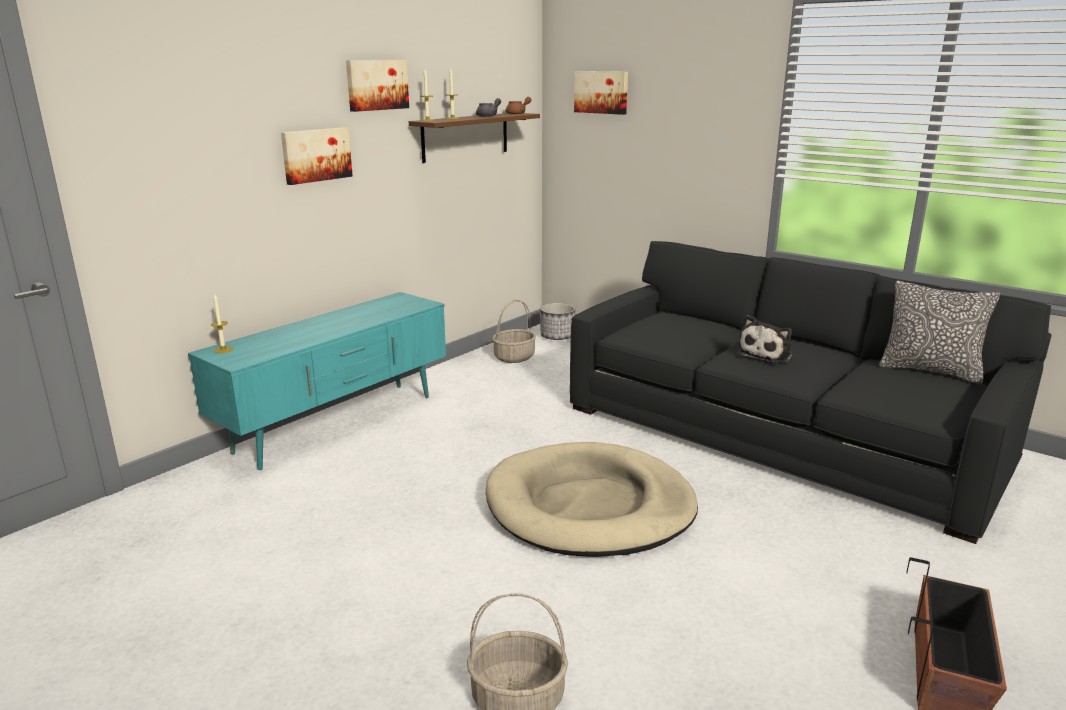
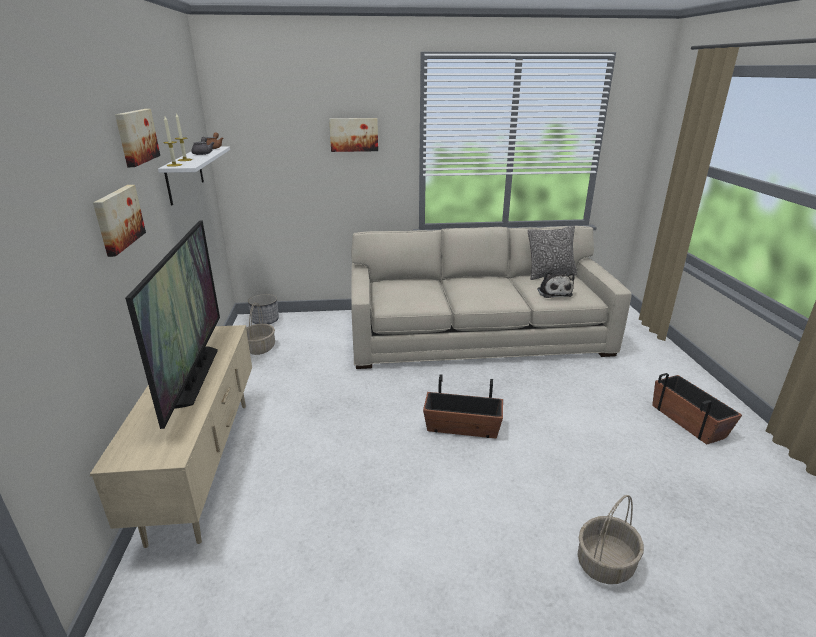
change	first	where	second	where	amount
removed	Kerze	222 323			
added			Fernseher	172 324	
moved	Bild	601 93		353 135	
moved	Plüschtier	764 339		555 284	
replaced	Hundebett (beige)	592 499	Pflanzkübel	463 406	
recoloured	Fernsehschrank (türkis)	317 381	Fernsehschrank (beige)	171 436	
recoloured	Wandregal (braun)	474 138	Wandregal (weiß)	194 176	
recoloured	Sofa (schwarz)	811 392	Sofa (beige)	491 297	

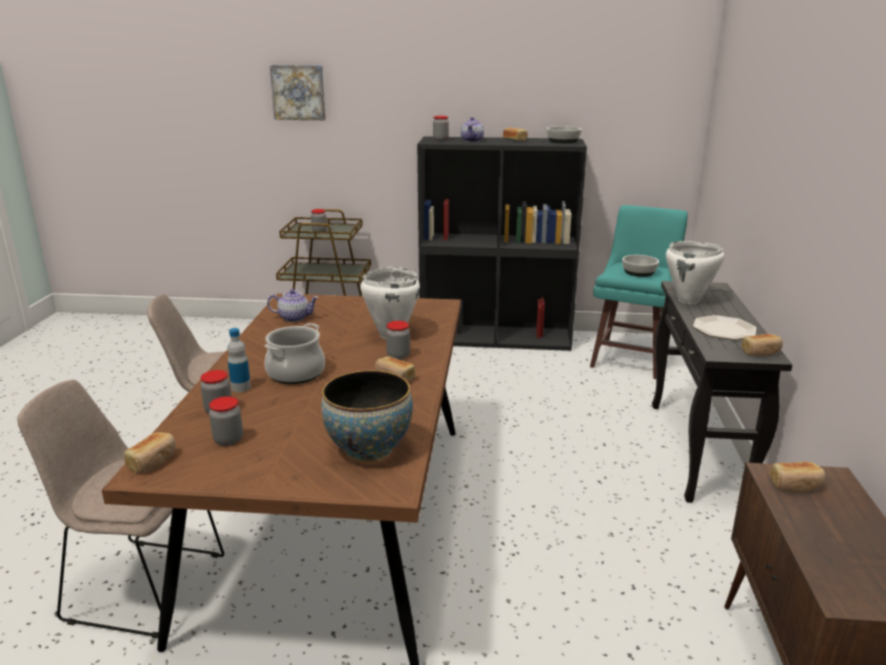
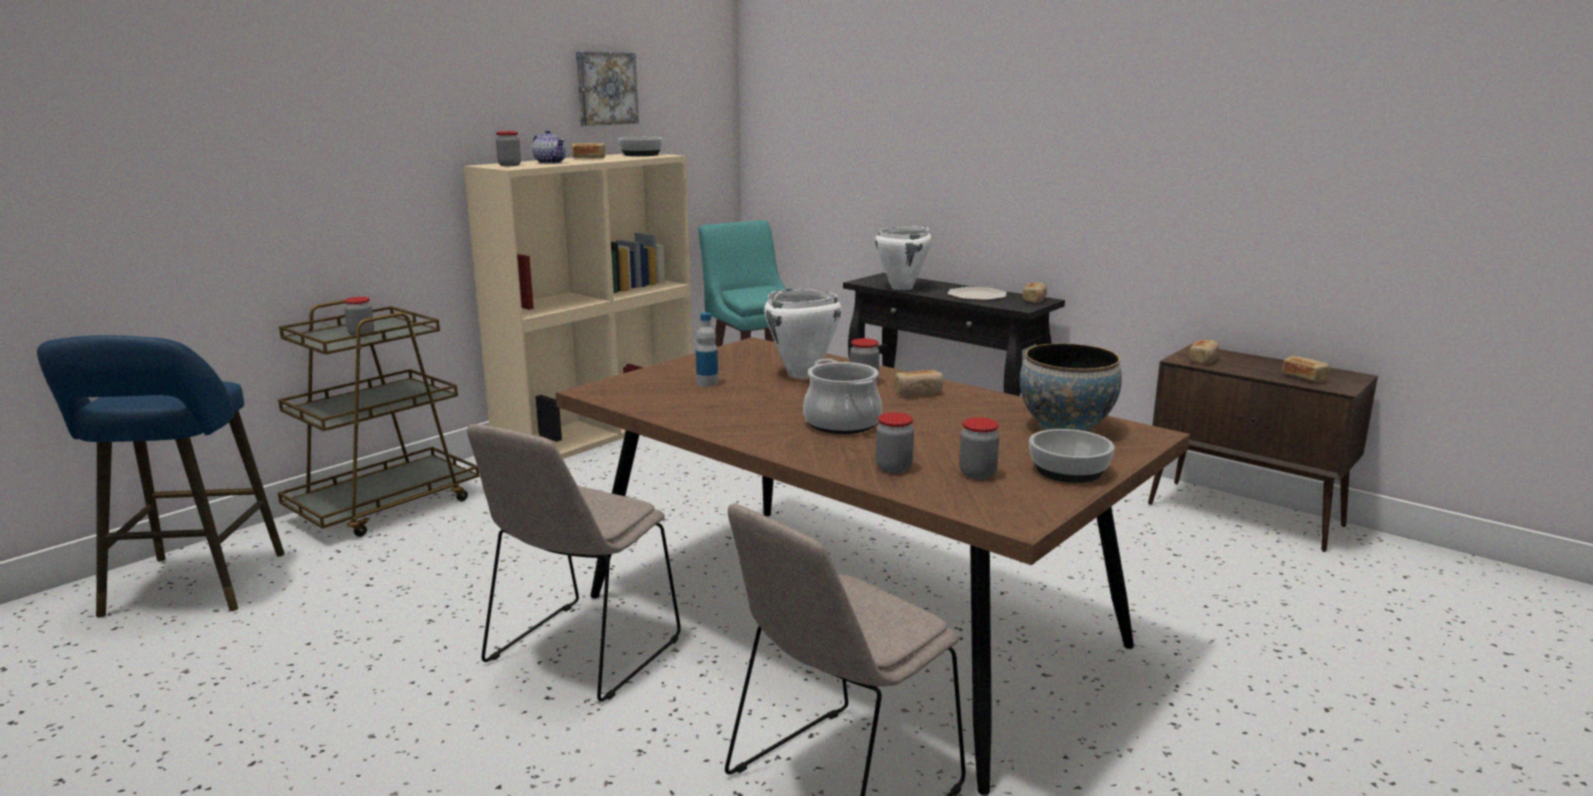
change	first	where	second	where	amount
removed	Teekanne	293 305			
added			Hocker (blau)	161 476	
moved	Brot	150 452		1306 369	
moved	Flasche	239 360		707 349	
moved	Bild	298 92		607 89	
moved	Schüssel	640 266		1072 456	
recoloured	Bücherregal (schwarz)	502 244	Bücherregal (beige)	578 306	

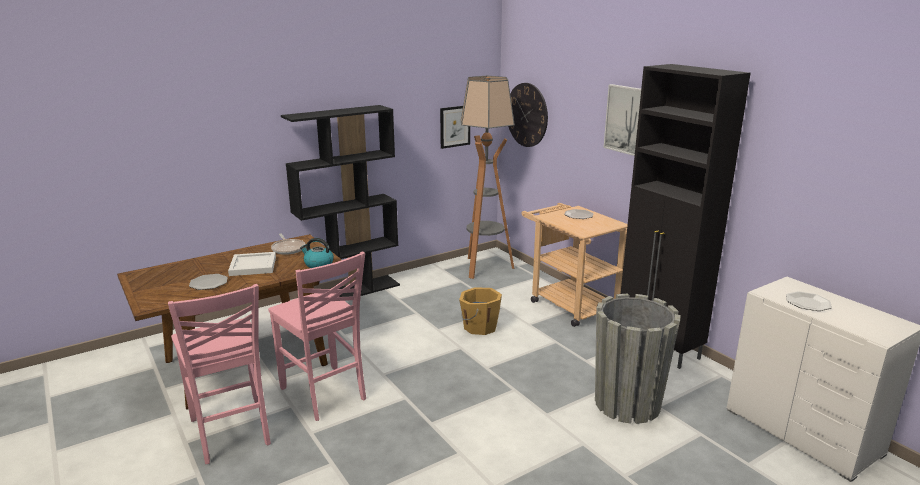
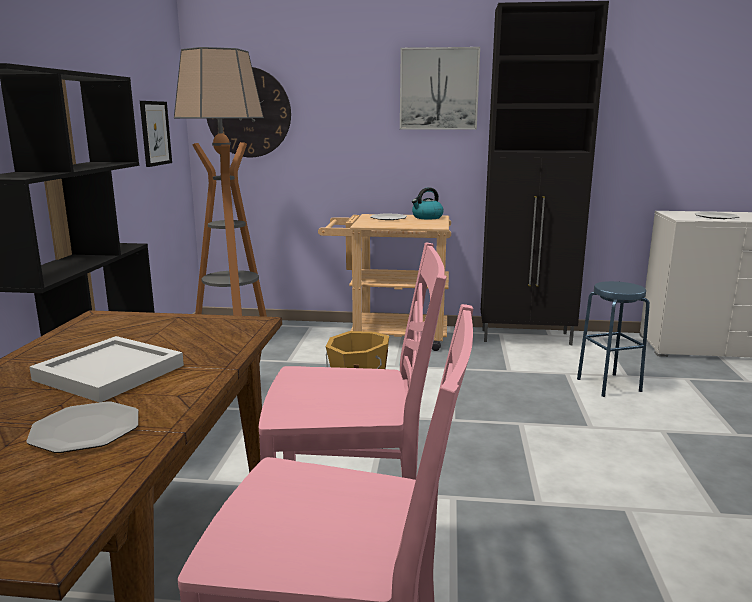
change	first	where	second	where	amount
removed	Pfanne	288 244			
moved	Wasserkessel	317 253		428 203	
replaced	Pflanzkübel (grau)	638 358	Hocker (blau)	613 339	

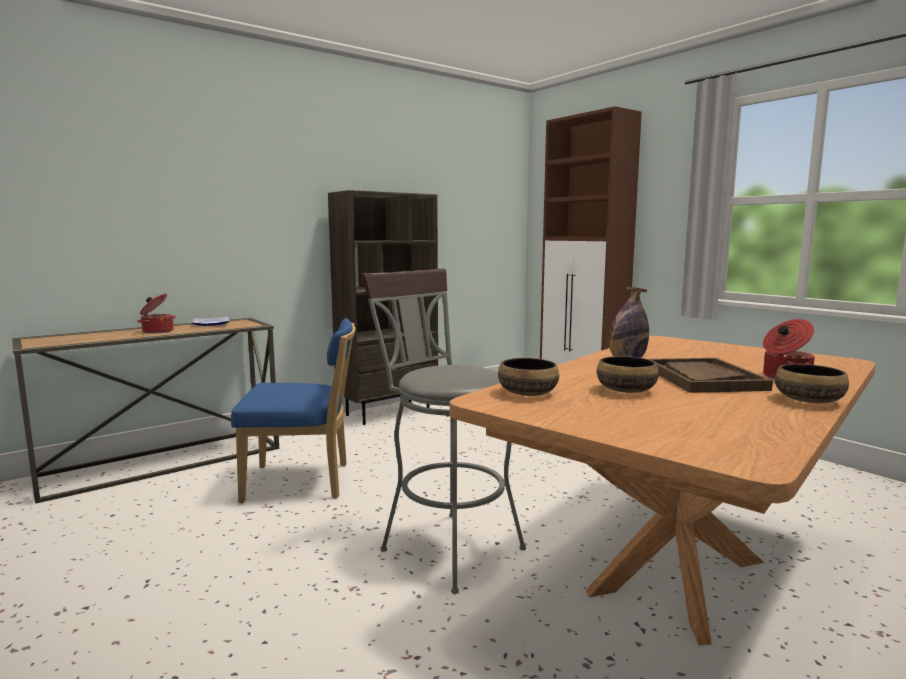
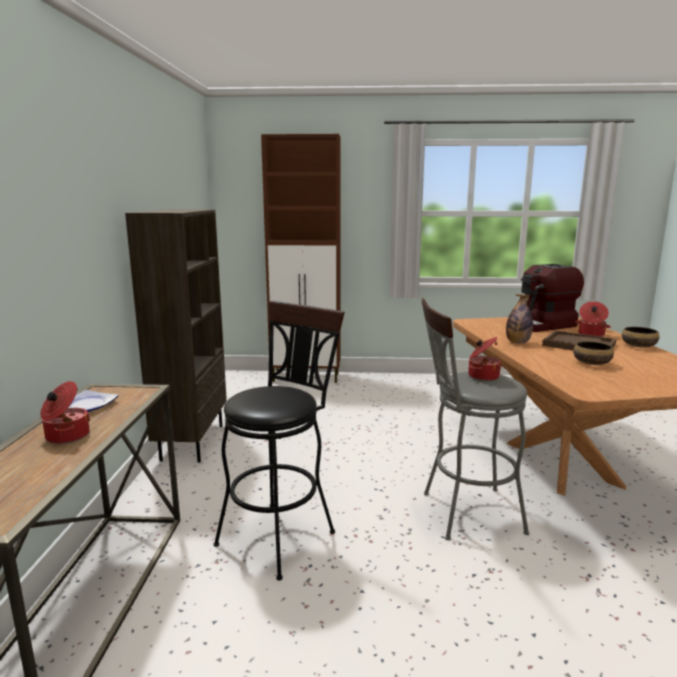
change	first	where	second	where	amount
removed	Schüssel	528 377			
added			Kochtopf	484 359	
added			Kaffeemaschine	552 298	
replaced	Stuhl (blau)	293 410	Hocker (schwarz)	279 440	

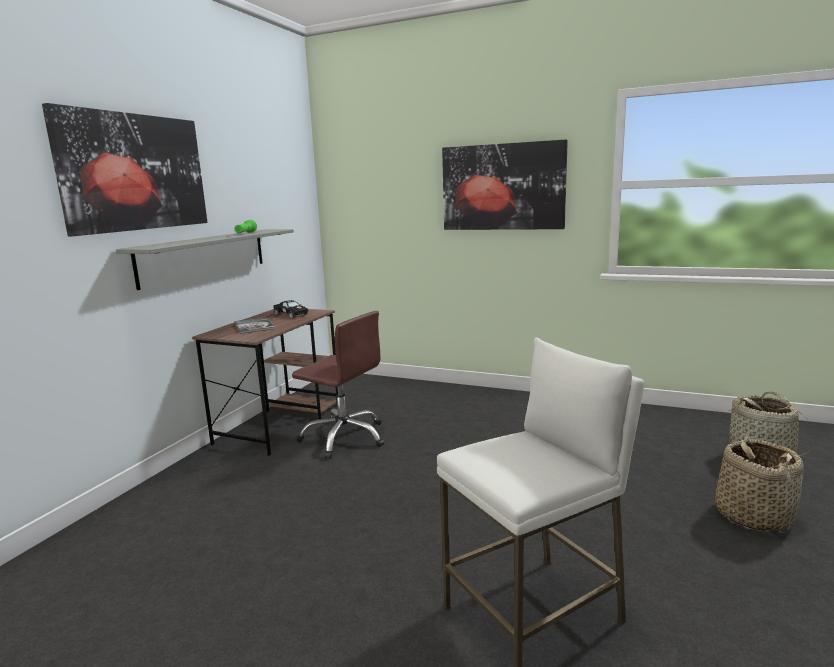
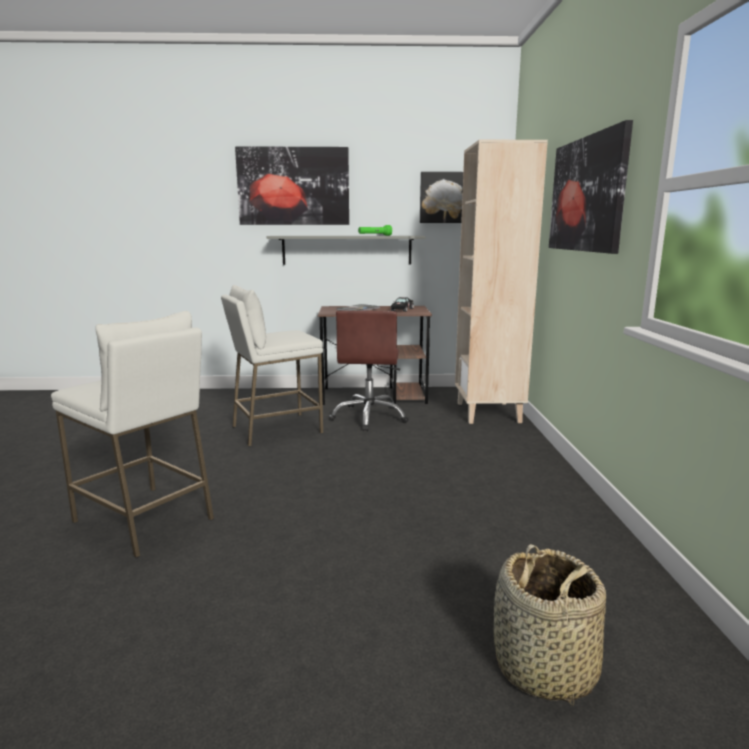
change	first	where	second	where	amount
removed	Korb	759 484			
added			Hocker (weiß)	272 365	
added			Bild	441 197	
added			Bücherregal (beige)	501 281	

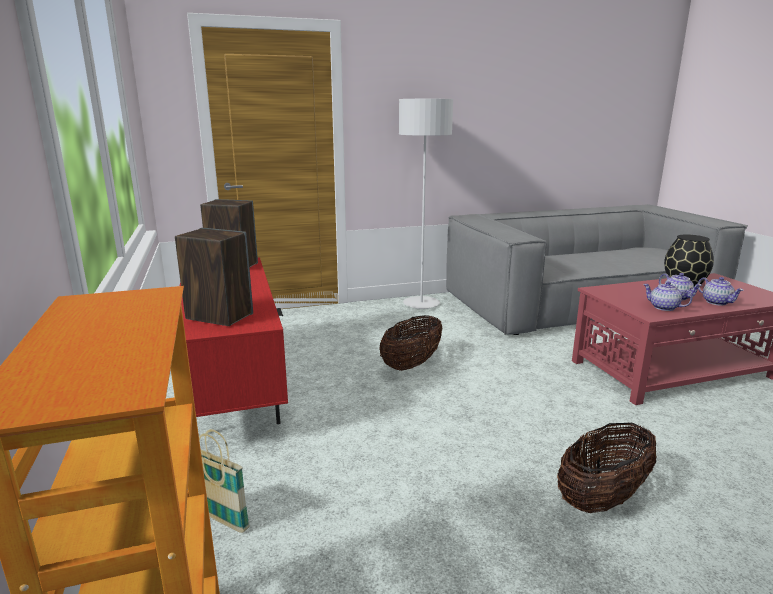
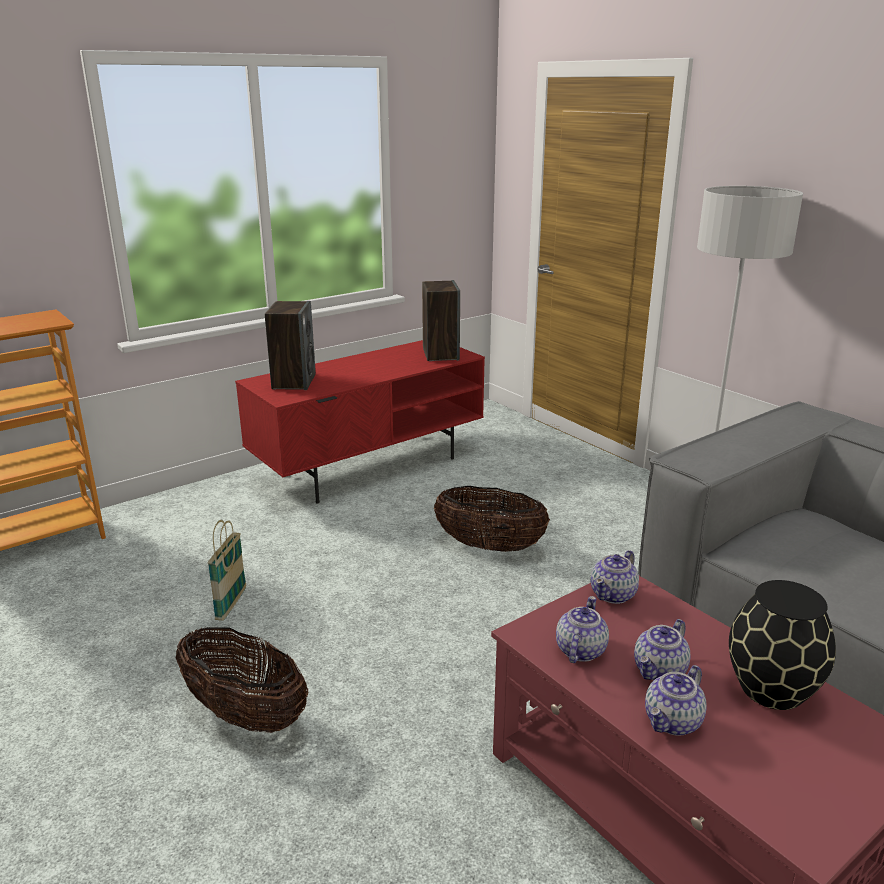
change	first	where	second	where	amount
added			Teekanne	615 577	
moved	Korb	224 481		227 570	

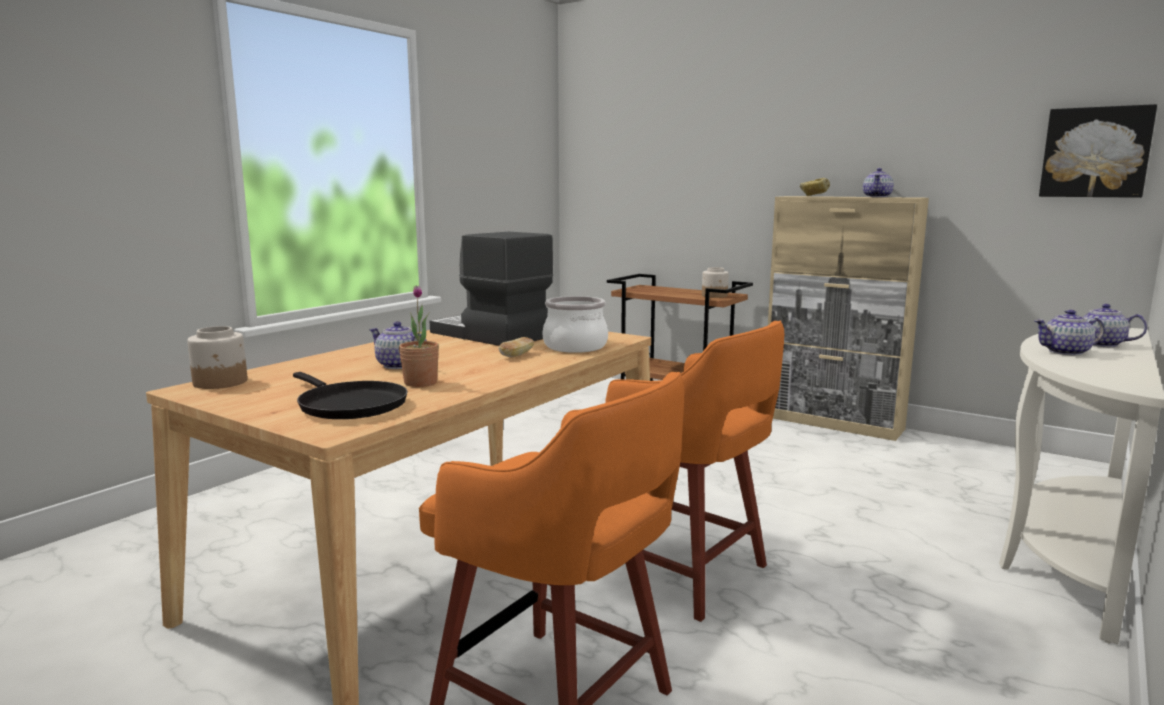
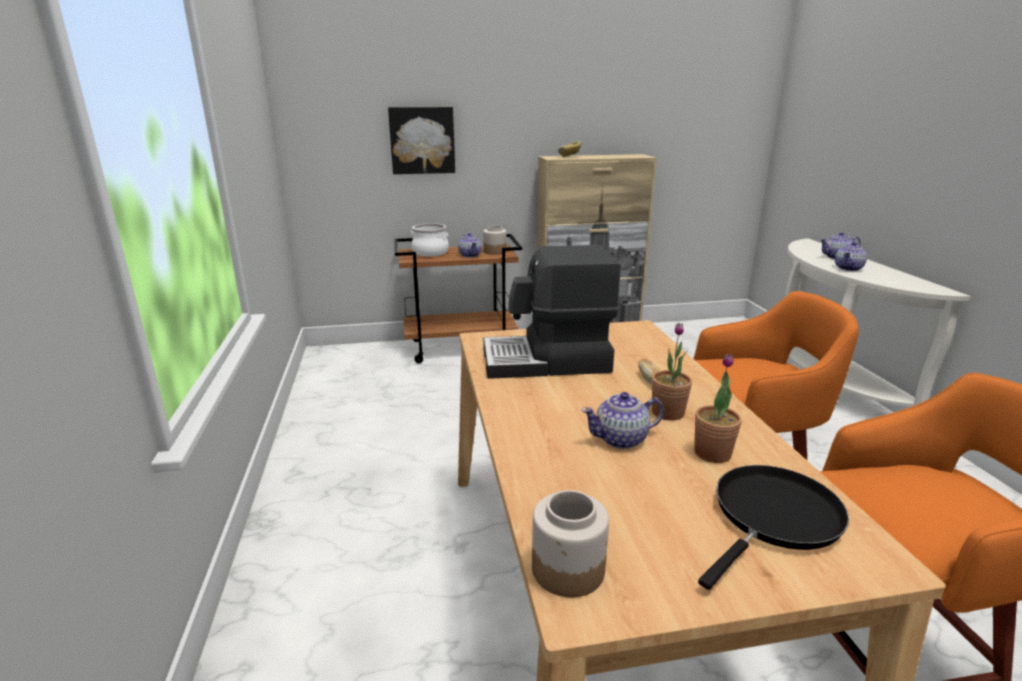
change	first	where	second	where	amount
added			Topfpflanze	672 371	
moved	Kochtopf	575 324		430 240	
moved	Teekanne	878 182		470 245	
moved	Bild	1098 151		421 140	
turned	Pfanne (schwarz)	350 395		773 527	45 degrees counterclockwise

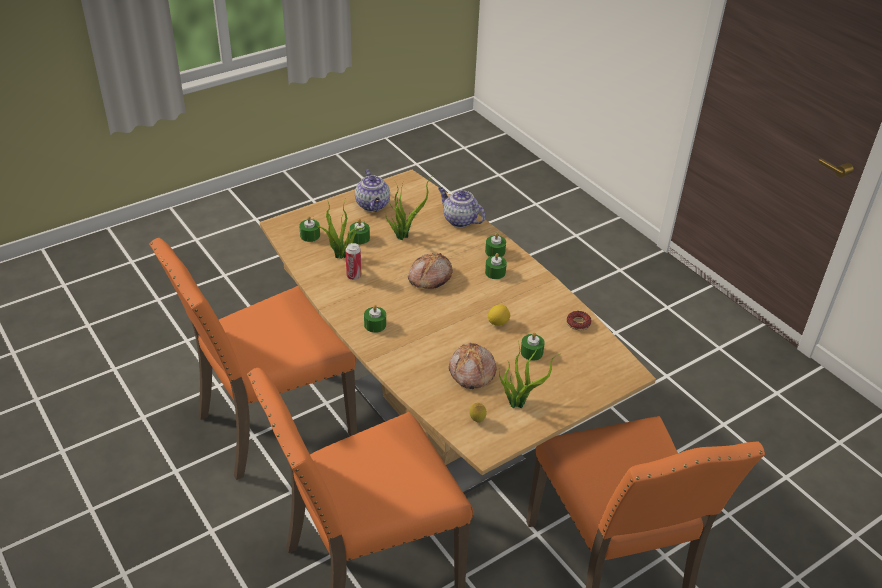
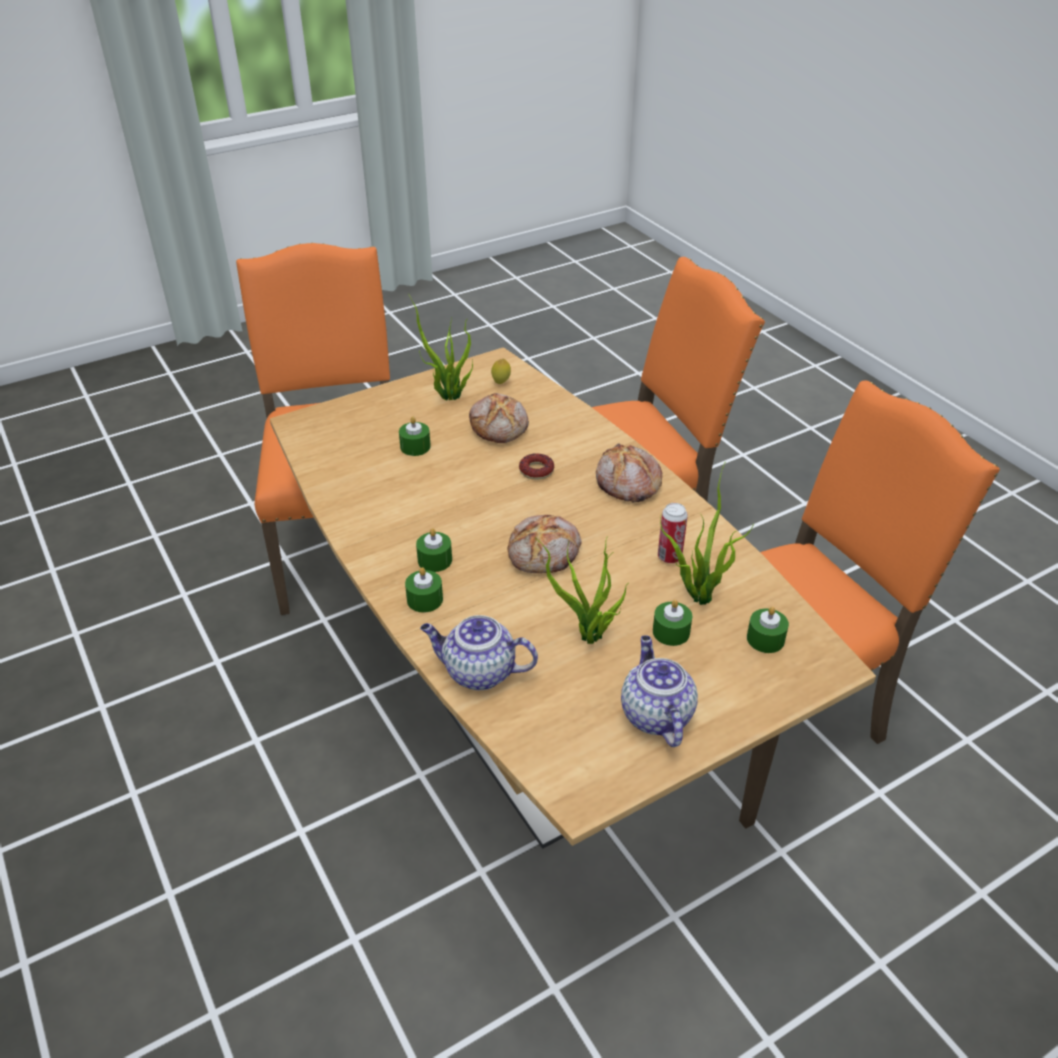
change	first	where	second	where	amount
removed	Zitrone	499 315			
moved	Donut	579 321		536 466	
replaced	Kerze (grün)	375 319	Brot	629 473	
turned	Teekanne	461 208		479 652	150 degrees clockwise

